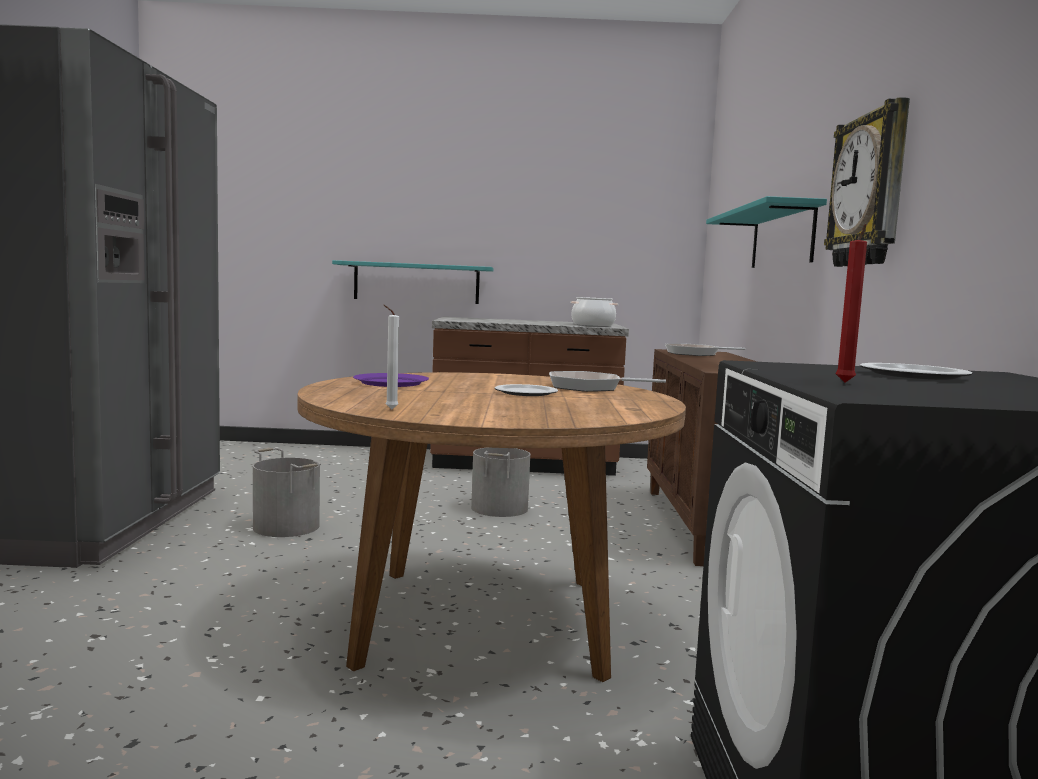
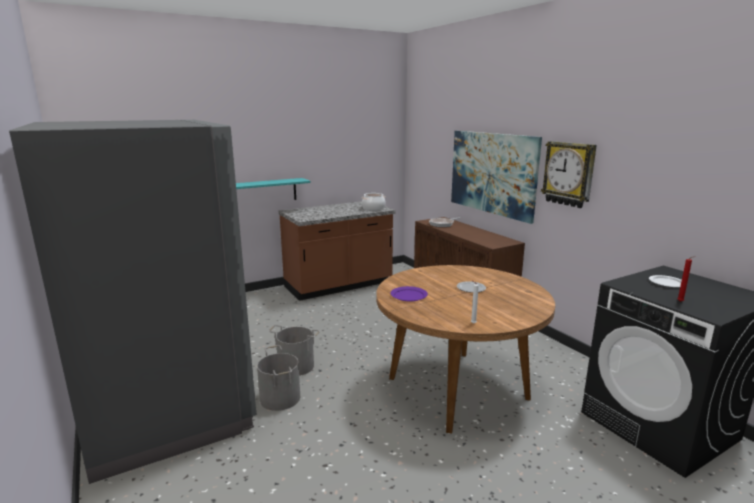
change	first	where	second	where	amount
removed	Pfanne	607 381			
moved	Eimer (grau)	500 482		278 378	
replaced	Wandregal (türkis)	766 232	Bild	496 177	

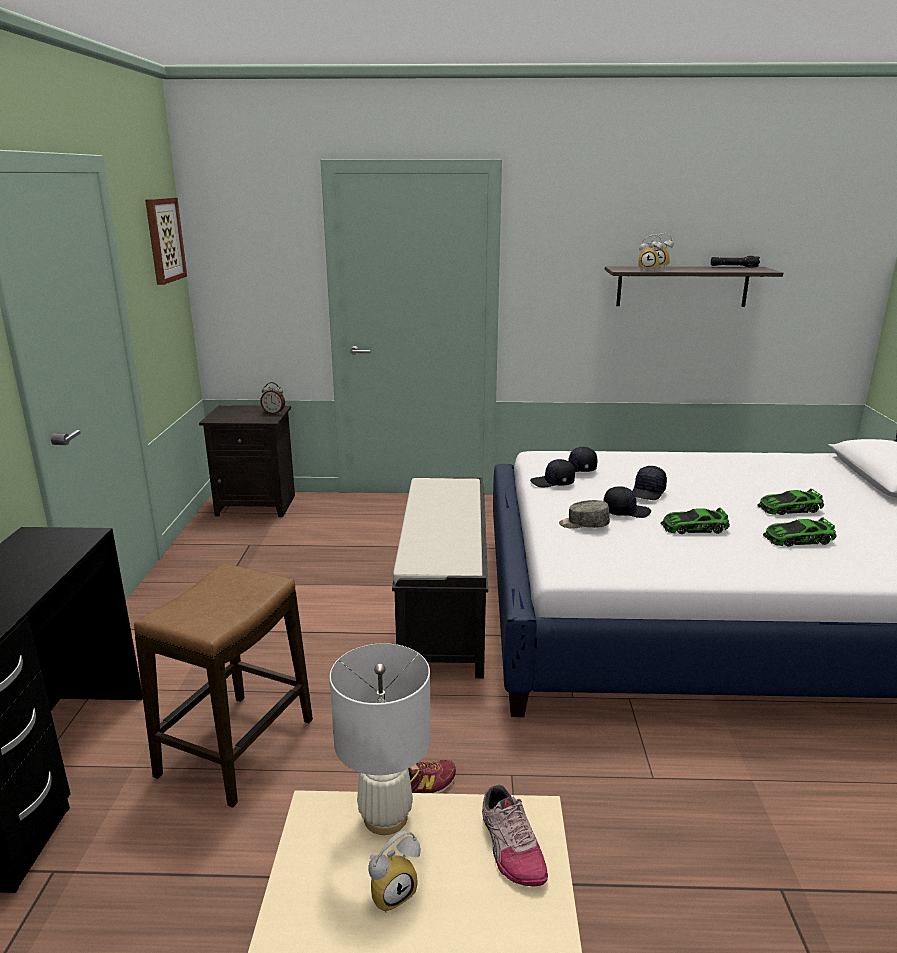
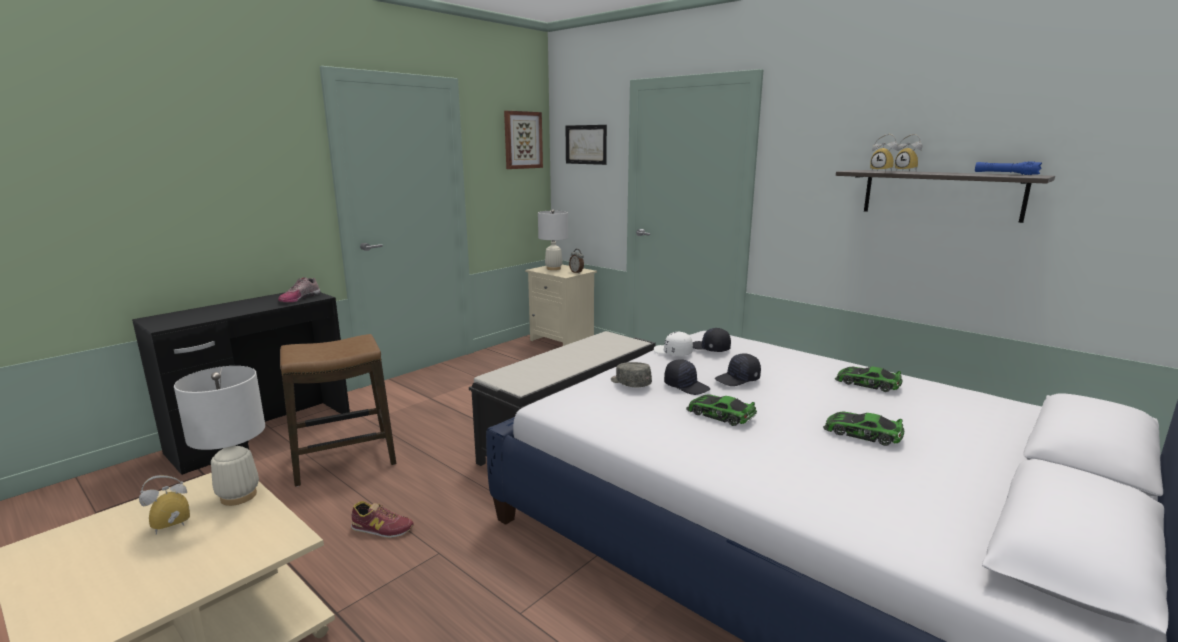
change	first	where	second	where	amount
added			Tischlampe (weiß)	553 240	
added			Bild	586 145	
moved	Schuh	515 835		299 289	
moved	Spielzeugauto	800 532		869 379	
recoloured	Nachttisch (schwarz)	247 461	Nachttisch (beige)	561 305	
recoloured	Kappe (schwarz)	552 473	Kappe (weiß)	673 344	
recoloured	Taschenlampe (schwarz)	735 261	Taschenlampe (blau)	1008 168	
turned	Wecker	394 872		164 505	135 degrees clockwise

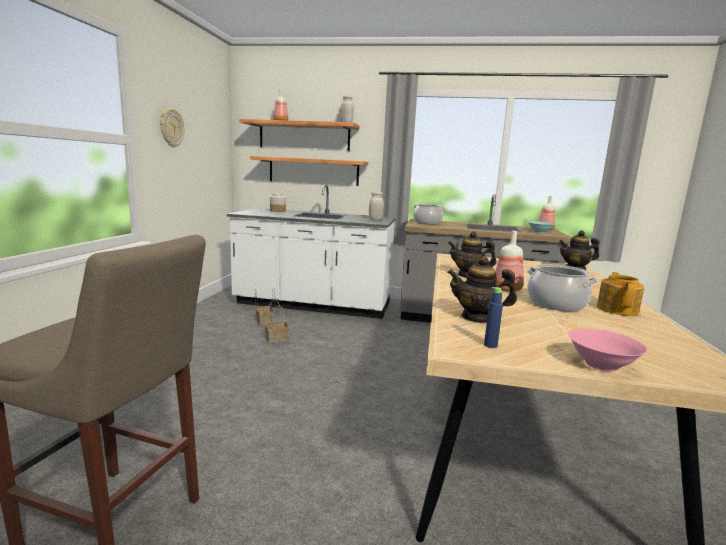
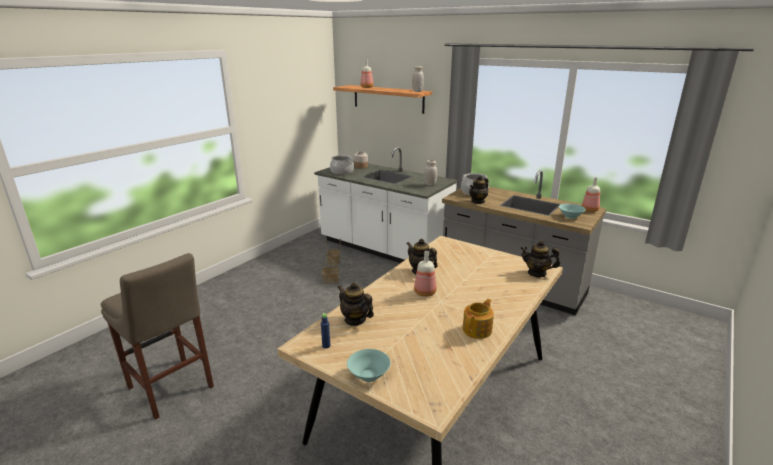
change	first	where	second	where	amount
removed	Wanduhr	172 128			
removed	Wandregal	309 171			
added			Teekanne	479 189	
moved	Kochtopf	562 287		342 164	
recoloured	Schüssel (rosa)	607 350	Schüssel (türkis)	369 365	

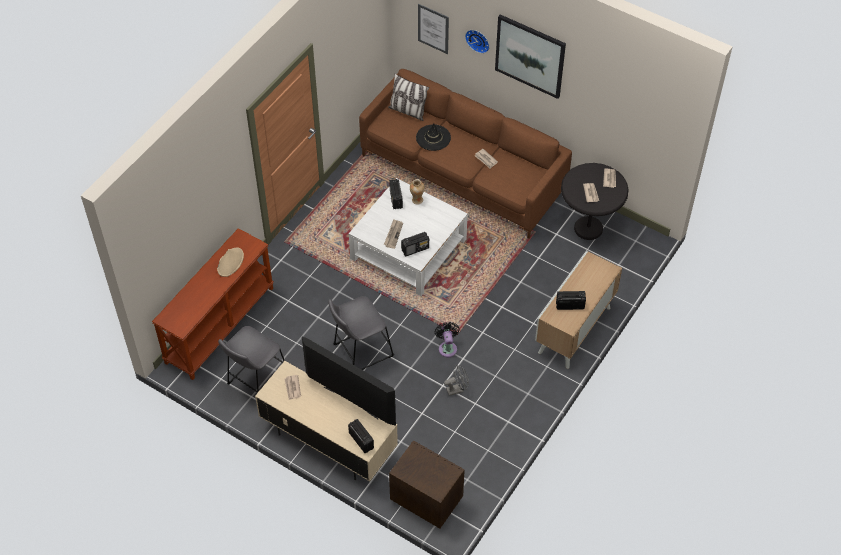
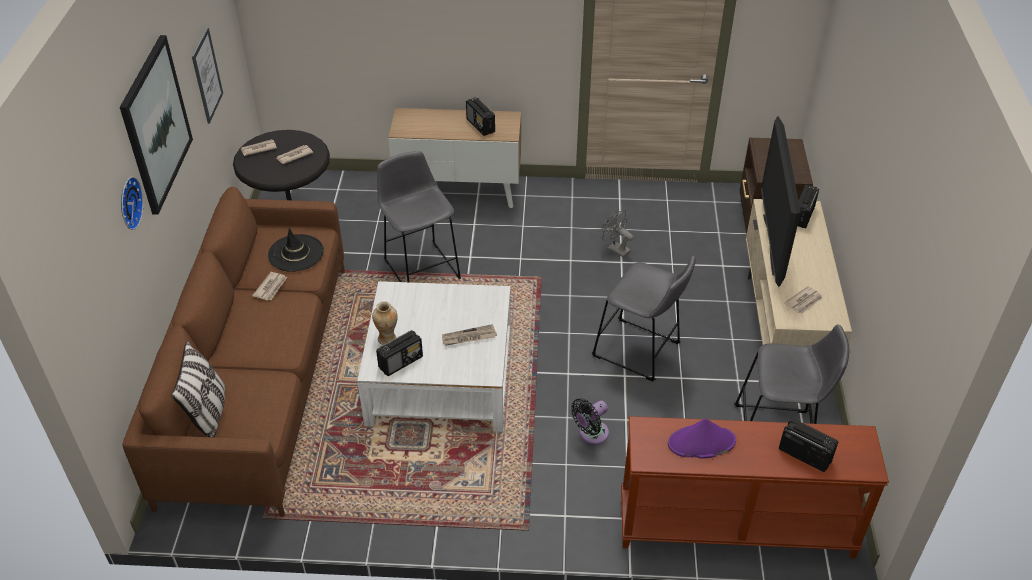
change	first	where	second	where	amount
added			Hocker (grau)	419 216	
moved	Radio	415 244		808 445	
moved	Hut (schwarz)	433 137		296 250	
moved	Bild	433 29		207 75	
moved	Ventilator (schwarz)	447 339		590 421	
recoloured	Hut (beige)	230 262	Hut (lila)	702 438	

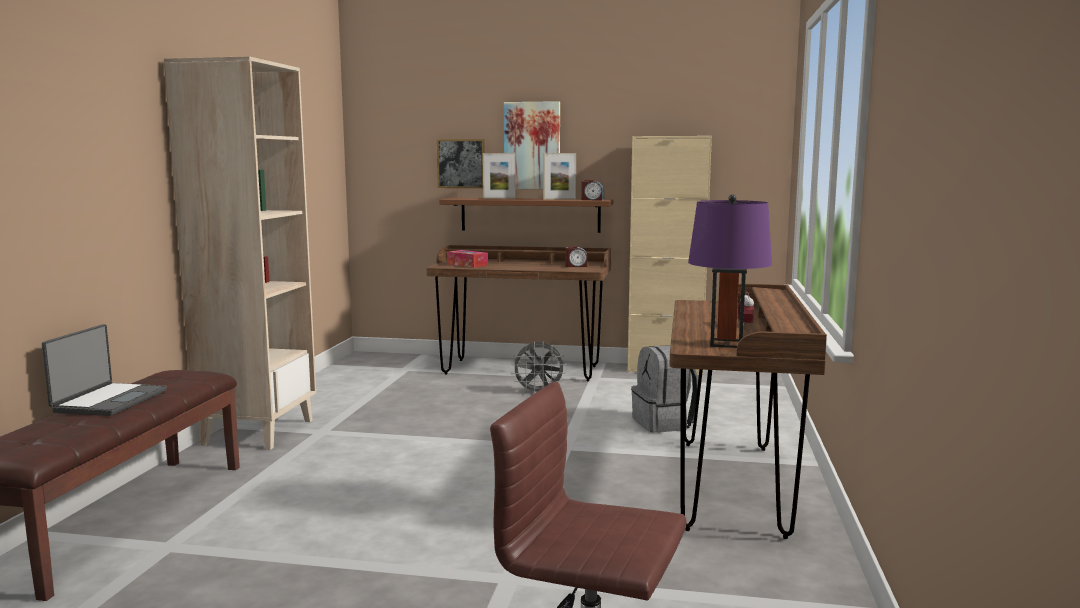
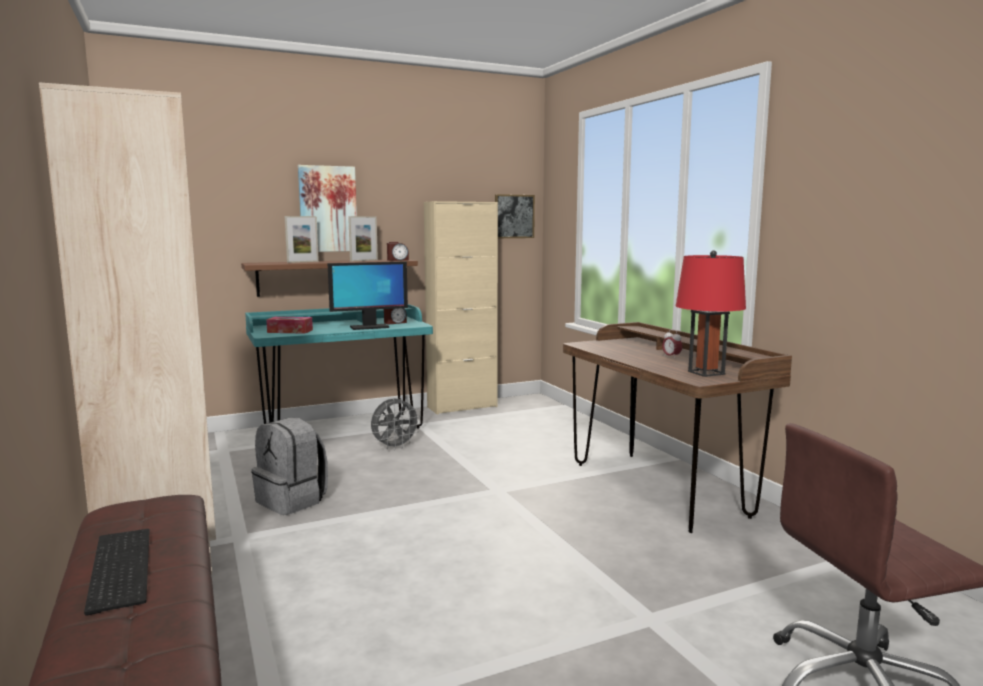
change	first	where	second	where	amount
added			Monitor	368 296	
moved	Bild	461 163		515 216	
moved	Rucksack (grau)	664 389		289 466	
replaced	Laptop	104 370	Tastatur	117 572	
recoloured	Schreibtisch (braun)	518 313	Schreibtisch (türkis)	339 366	
recoloured	Tischlampe (lila)	730 271	Tischlampe (rot)	711 313	

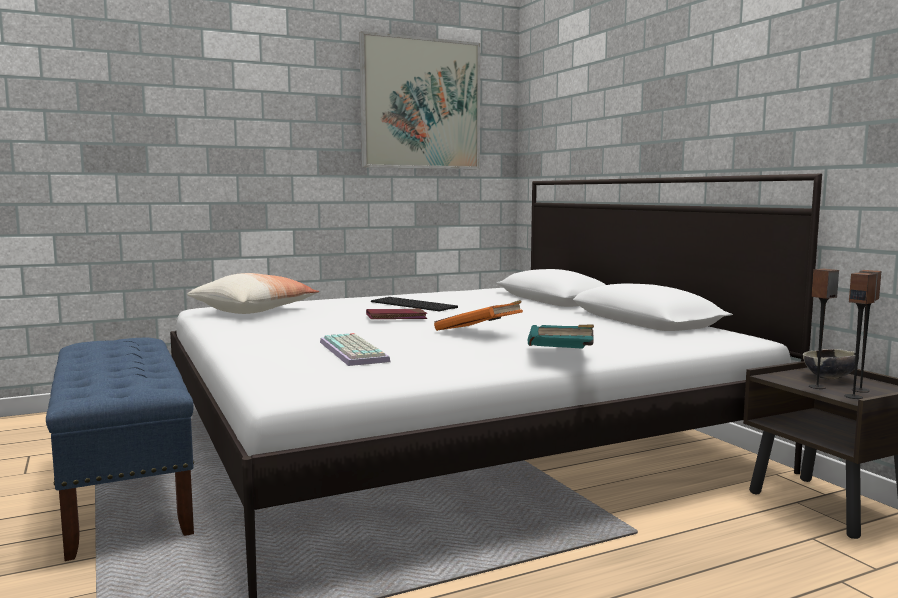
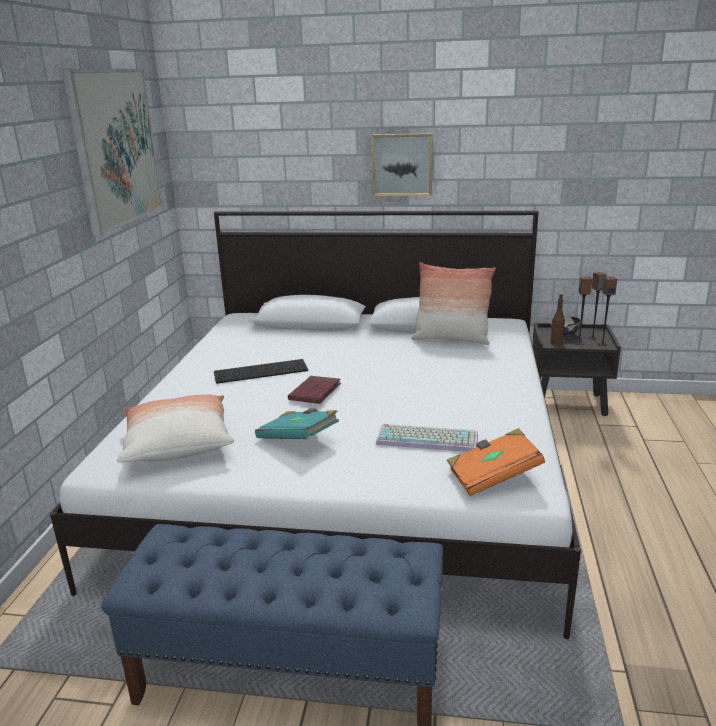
change	first	where	second	where	amount
added			Bild	402 164	
added			Kissen	453 303	
added			Flasche (braun)	558 319	
moved	Buch (orange)	478 315		496 462	
moved	Buch (türkis)	560 336		297 423	

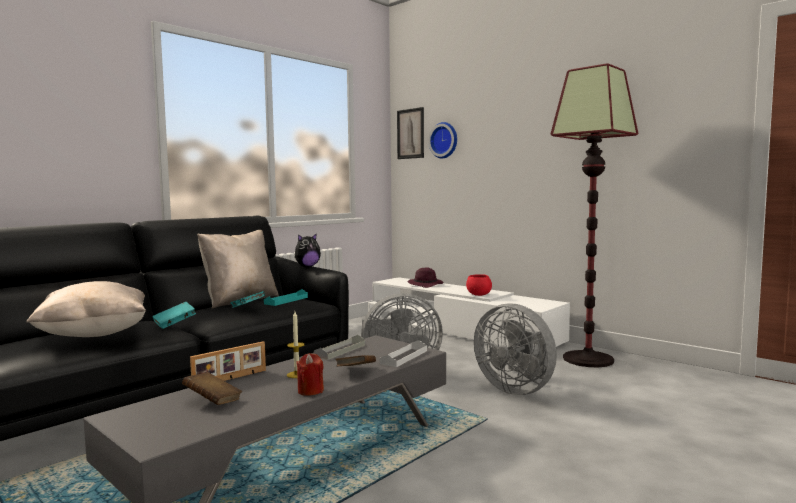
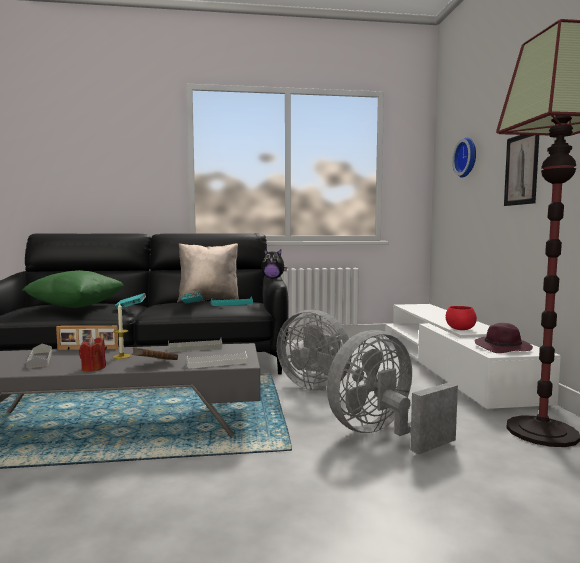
change	first	where	second	where	amount
moved	Bild	410 133		521 170	
moved	Hut (lila)	426 277		504 338	
replaced	Buch (braun)	212 388	Tablett (grau)	39 356	
recoloured	Kissen (beige)	86 309	Kissen (grün)	73 289	
turned	Ventilator (grau)	515 349		392 392	60 degrees clockwise

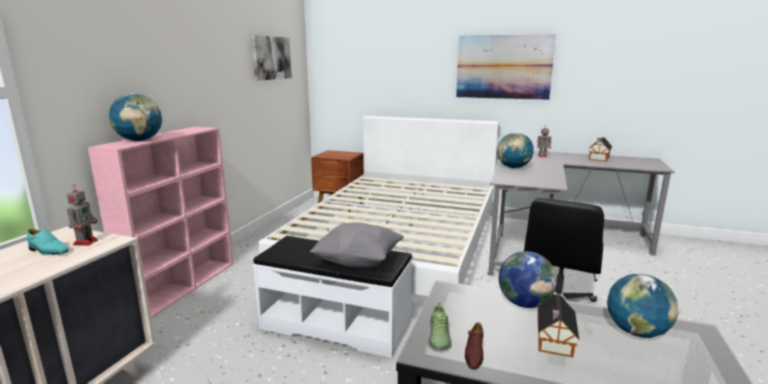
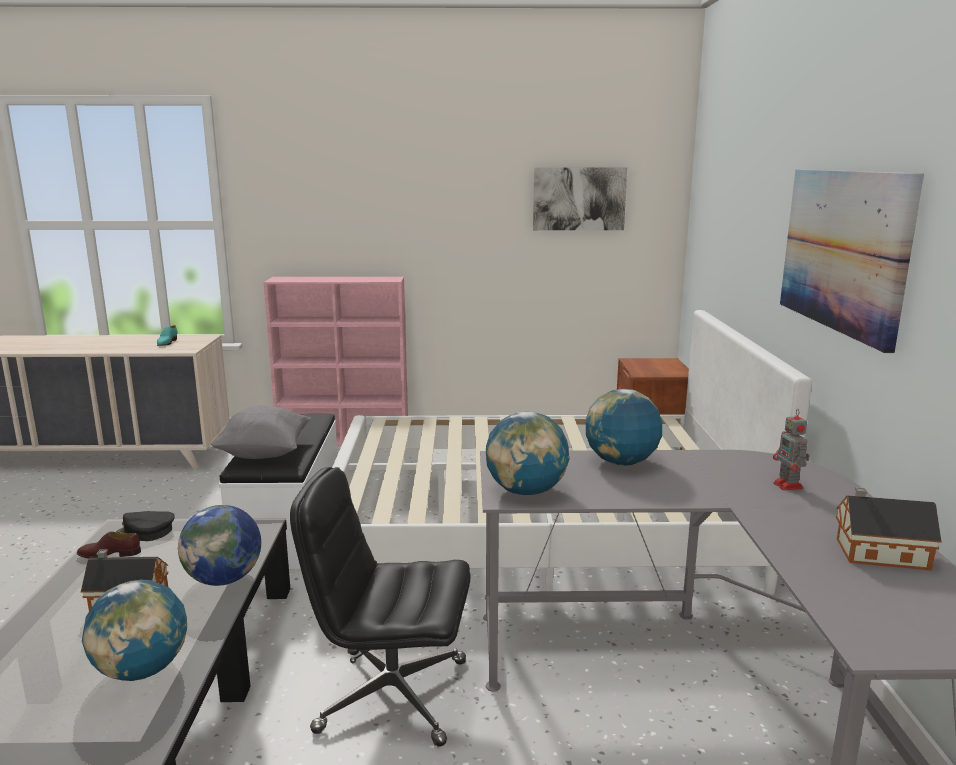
change	first	where	second	where	amount
removed	Spielzeugroboter	82 215			
moved	Globus	135 117		527 453	
replaced	Schuh	440 327	Kappe (schwarz)	145 526	

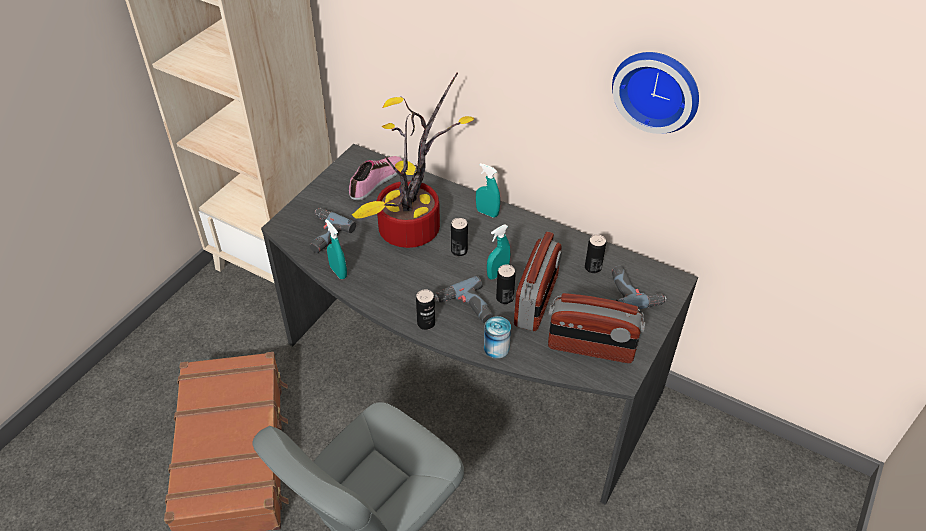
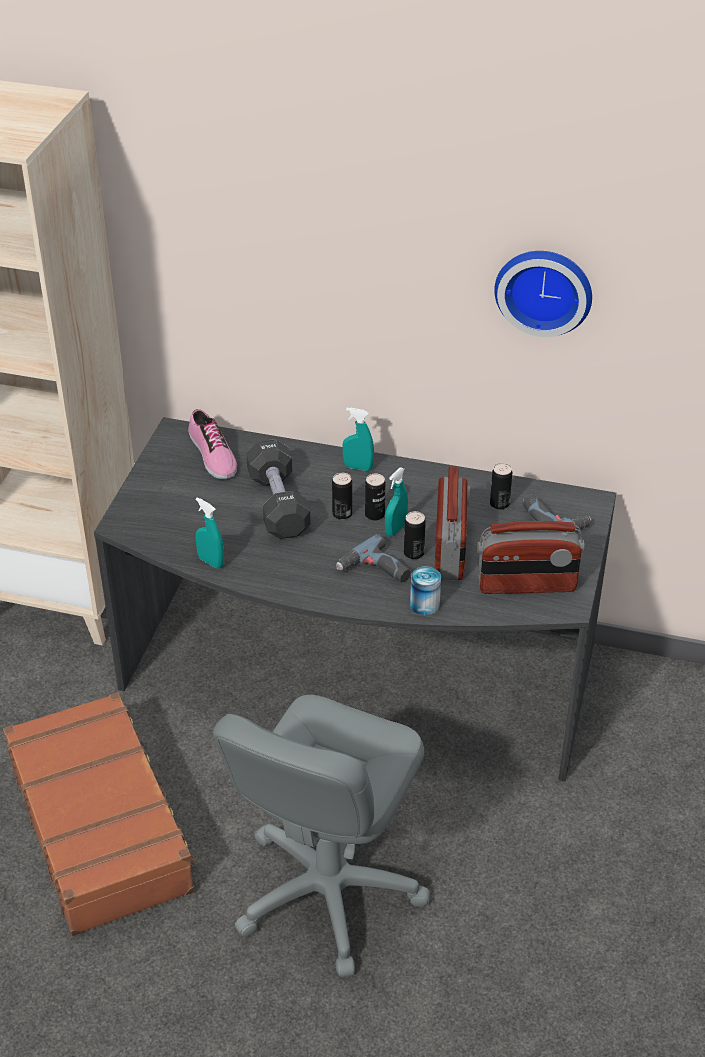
change	first	where	second	where	amount
removed	Bohrmaschine	332 230			
moved	Dose	425 309		375 497	
replaced	Topfpflanze	413 160	Hantel (schwarz)	278 489	
turned	Schuh	376 178		212 444	135 degrees clockwise

